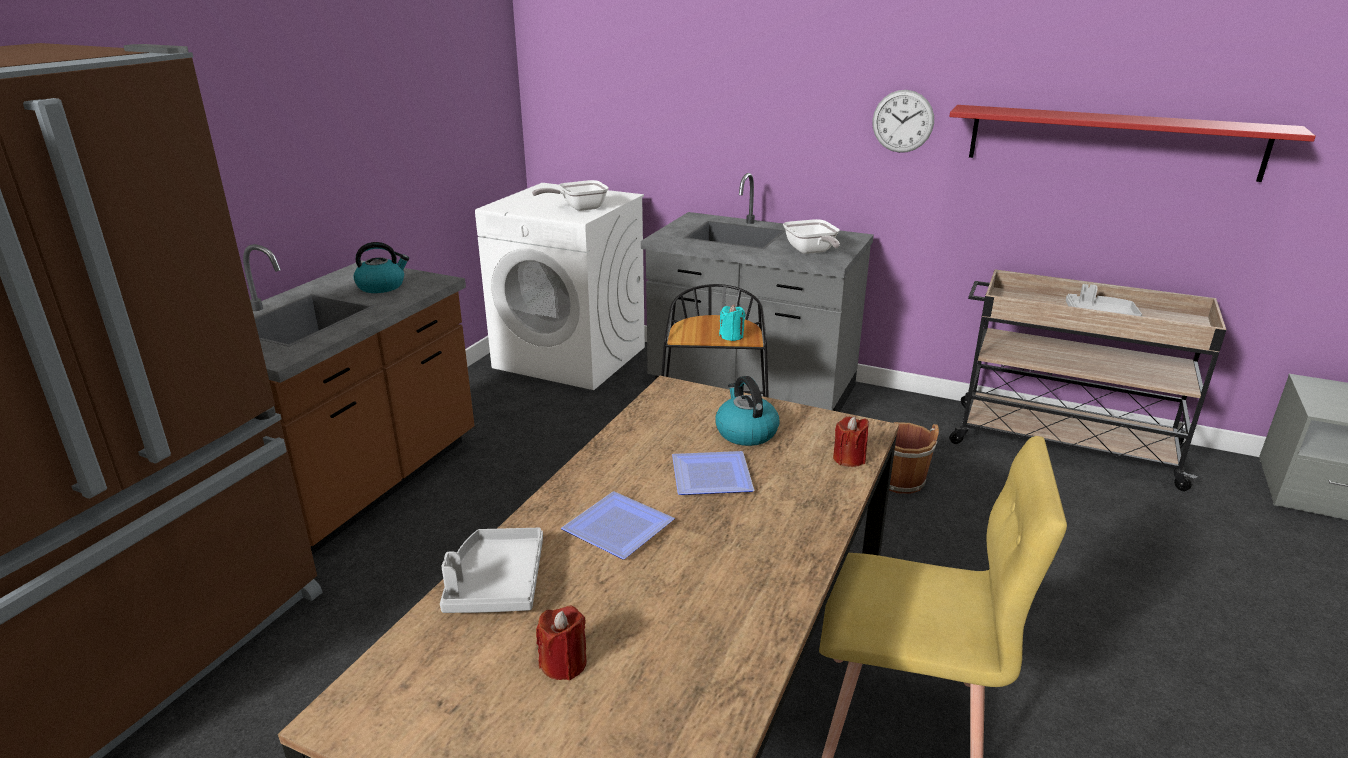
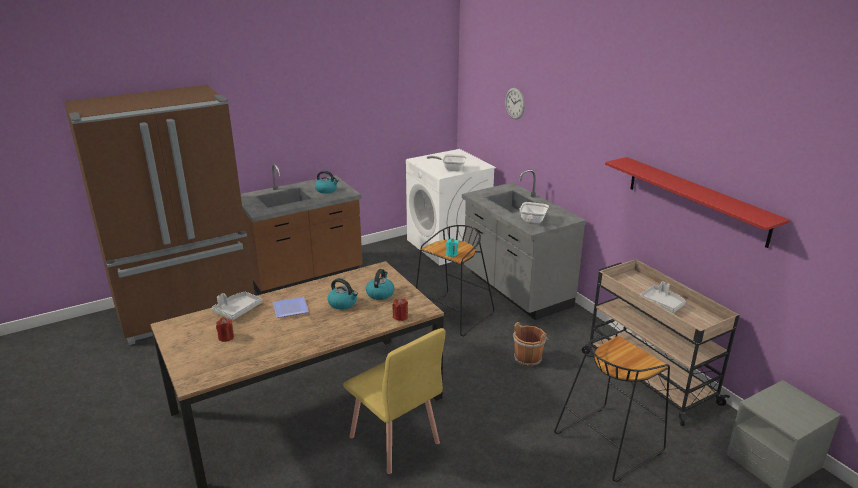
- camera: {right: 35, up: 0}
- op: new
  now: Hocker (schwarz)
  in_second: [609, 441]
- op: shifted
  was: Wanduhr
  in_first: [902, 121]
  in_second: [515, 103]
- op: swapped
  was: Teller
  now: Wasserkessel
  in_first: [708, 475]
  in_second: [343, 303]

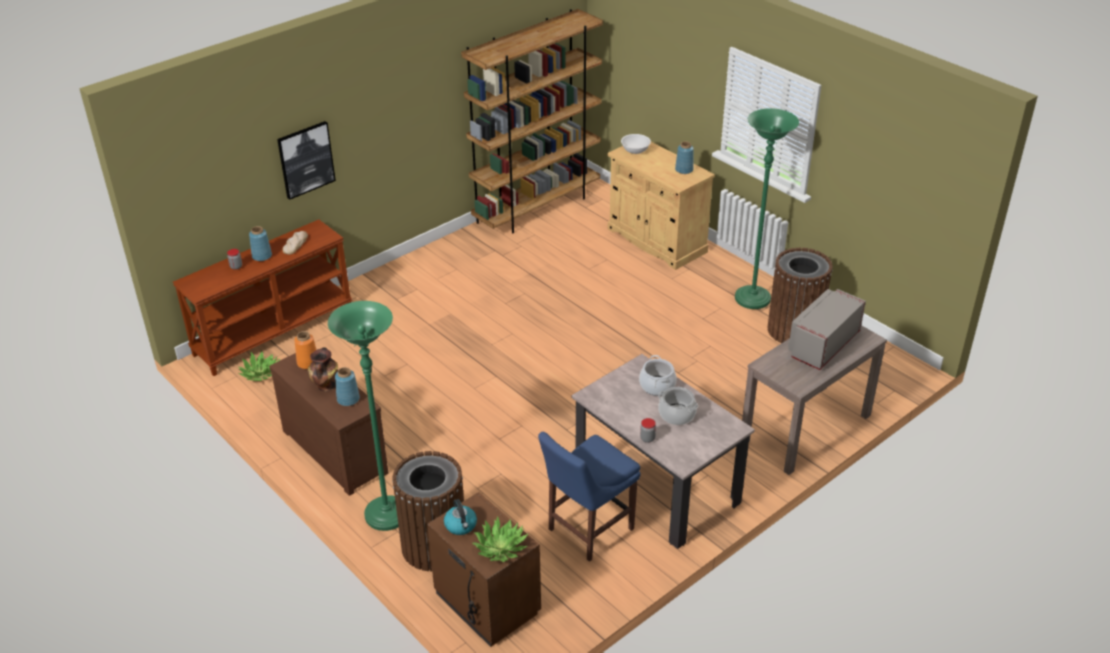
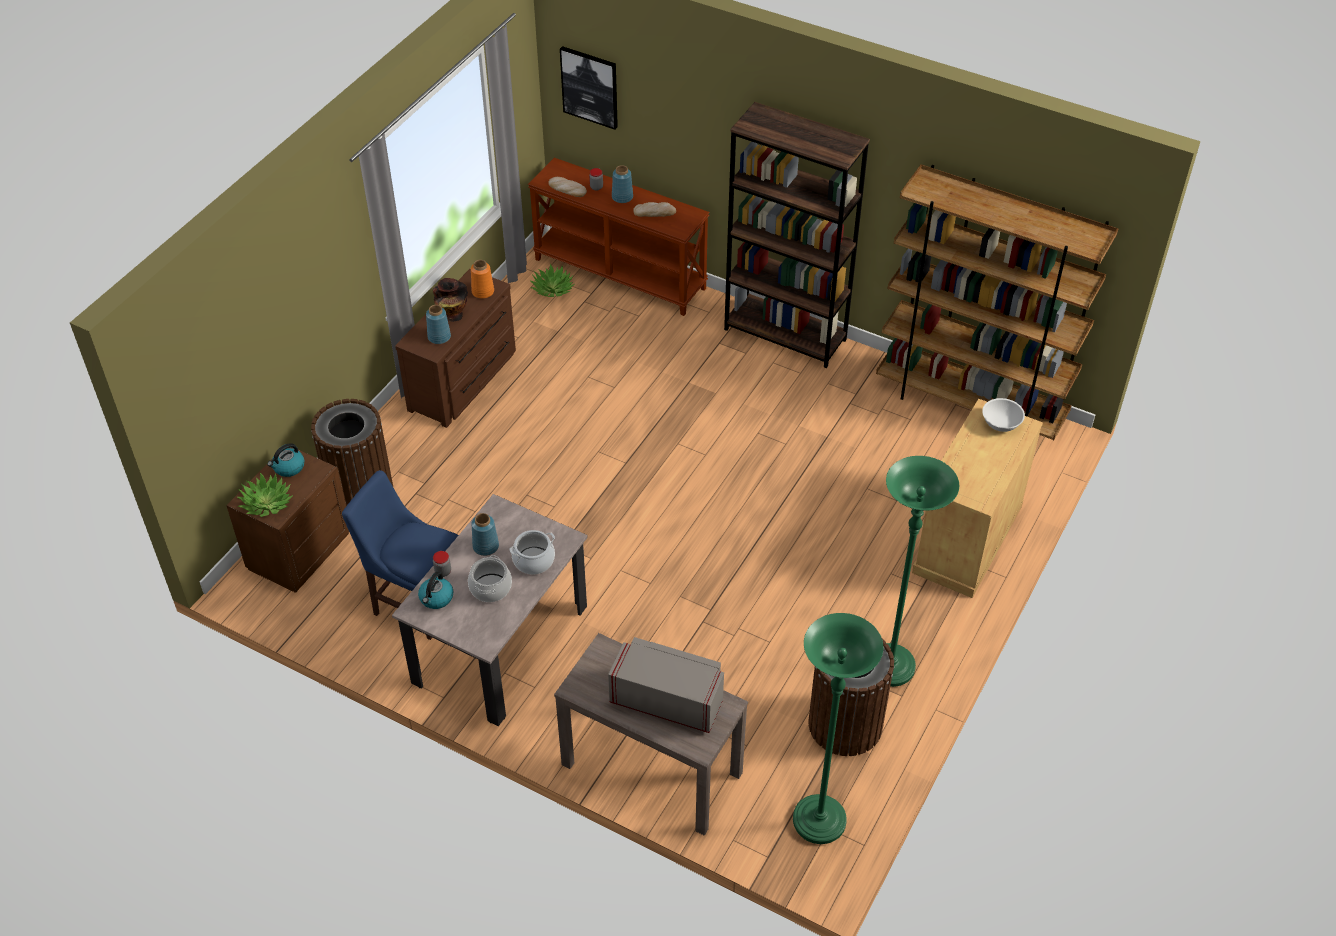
- camera: {right: 70, up: 10}
- op: new
  now: Wasserkessel
  in_second: [436, 598]
- op: new
  now: Brot
  in_second: [567, 189]
- op: new
  now: Bücherregal (braun)
  in_second: [785, 334]
- op: shifted
  was: Bild
  in_first: [306, 159]
  in_second: [590, 87]
- op: shifted
  was: Stehlampe (grün)
  in_first: [386, 515]
  in_second: [819, 821]
- op: shifted
  was: Vase (blau)
  in_first: [684, 170]
  in_second: [485, 546]

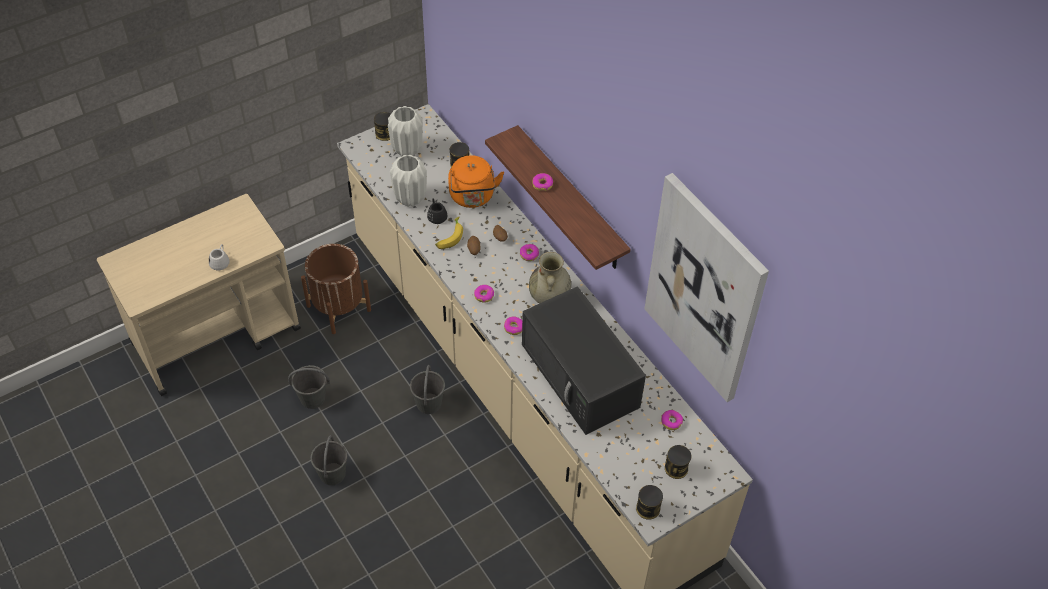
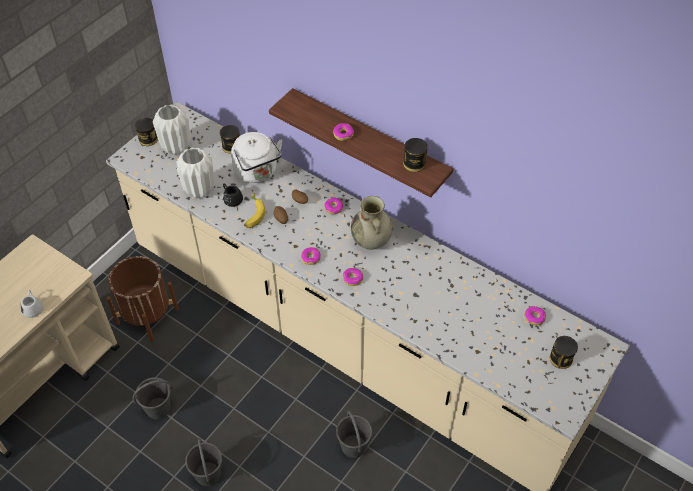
- camera: {right: -20, up: 0}
- op: gone
  was: Mikrowelle (schwarz)
  in_first: [581, 376]
- op: gone
  was: Bild
  in_first: [704, 289]
- op: shifted
  was: Eimer (grau)
  in_first: [428, 404]
  in_second: [354, 446]
- op: shifted
  was: Dose
  in_first: [648, 508]
  in_second: [414, 163]
- op: repainted
  was: Wasserkessel (orange)
  now: Wasserkessel (weiß)
  in_first: [472, 197]
  in_second: [257, 172]

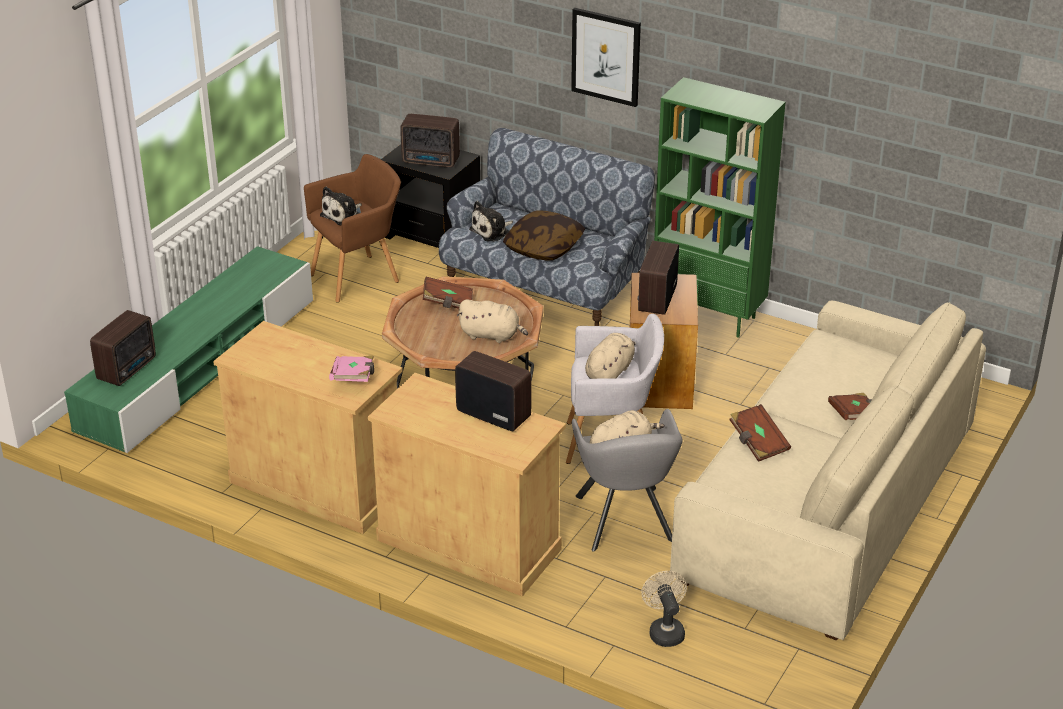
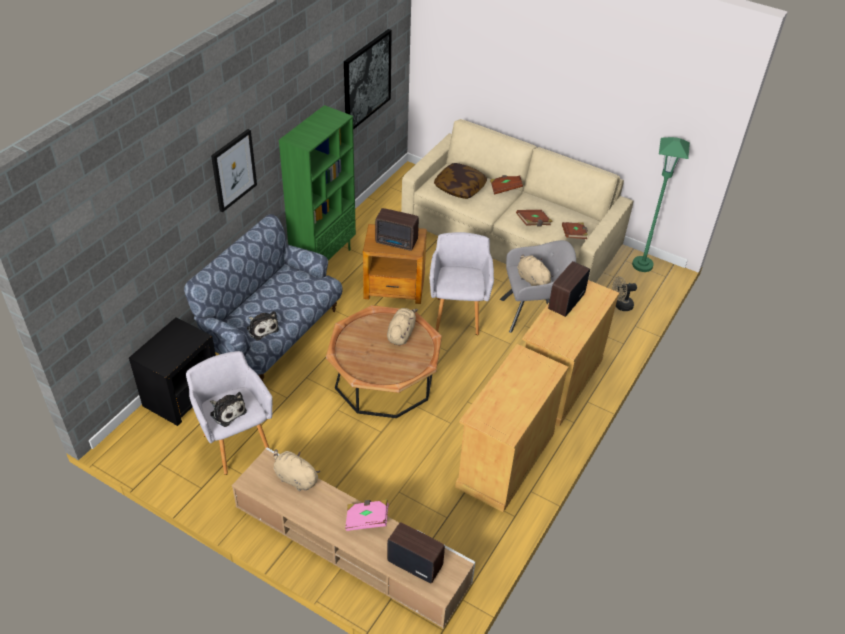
- camera: {right: -90, up: 10}
- op: gone
  was: Radio
  in_first: [432, 161]
- op: new
  now: Bild
  in_second: [366, 80]
- op: new
  now: Stehlampe (grün)
  in_second: [642, 265]
- op: shifted
  was: Buch (rosa)
  in_first: [354, 379]
  in_second: [367, 519]
- op: shifted
  was: Buch (braun)
  in_first: [448, 303]
  in_second: [574, 235]
- op: shifted
  was: Kissen
  in_first: [544, 248]
  in_second: [460, 188]
- op: shifted
  was: Plüschtier (beige)
  in_first: [610, 372]
  in_second: [295, 478]
- op: repainted
  was: Fernsehschrank (grün)
  now: Fernsehschrank (beige)
  in_first: [199, 364]
  in_second: [350, 544]
- op: repainted
  was: Sessel (braun)
  now: Sessel (grau)
  in_first: [358, 277]
  in_second: [236, 441]

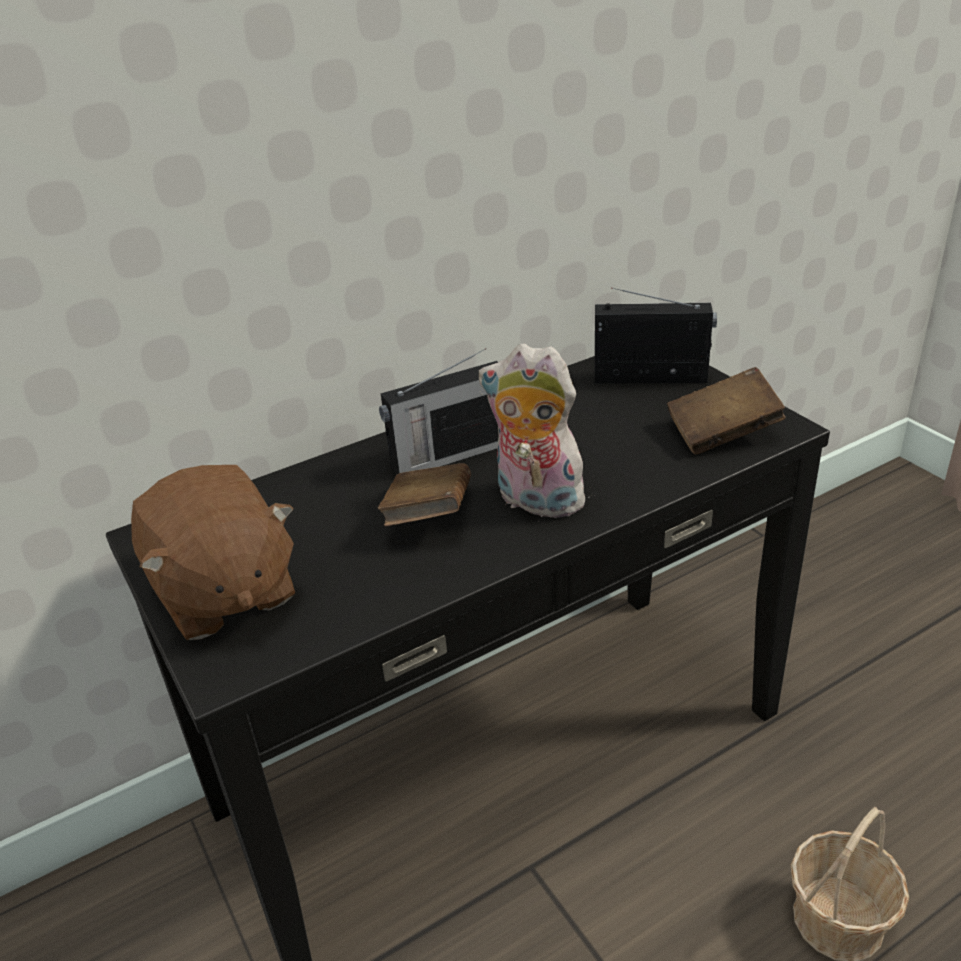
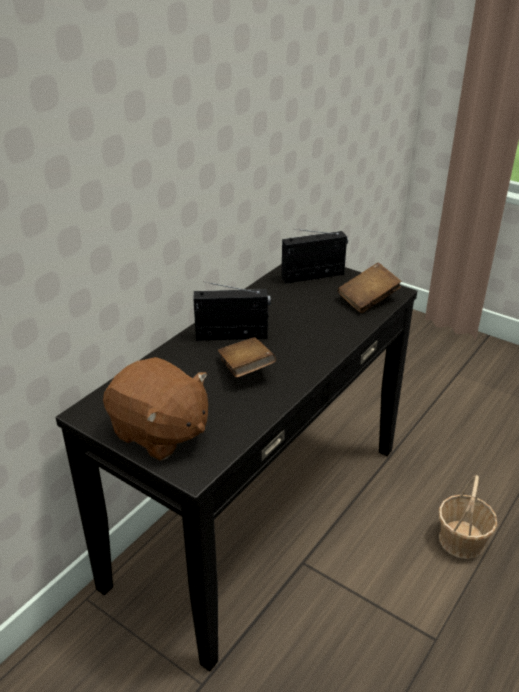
- camera: {right: -25, up: 0}
- op: gone
  was: Plüschtier
  in_first: [535, 502]
- op: rotated
  was: Radio
  in_first: [449, 455]
  in_second: [233, 335]
  clockwise: -135

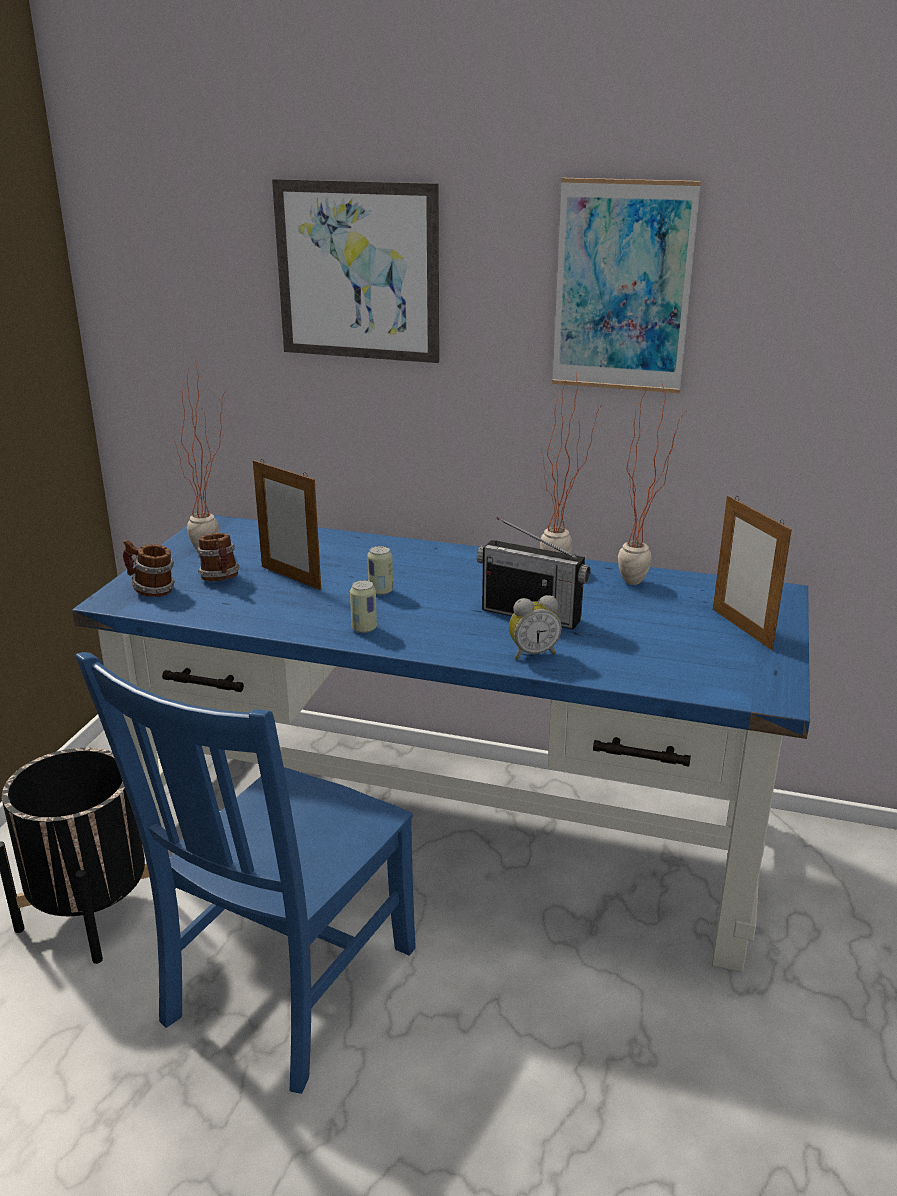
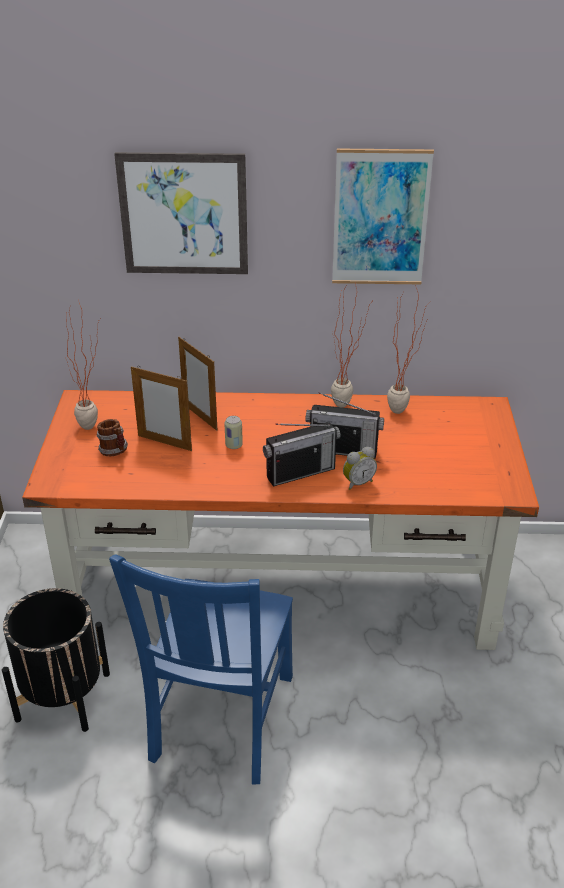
- camera: {right: -15, up: 10}
- op: gone
  was: Henkelbecher
  in_first: [151, 590]
- op: gone
  was: Dose
  in_first: [364, 628]
- op: new
  now: Radio
  in_second: [300, 473]
- op: shifted
  was: Bilderrahmen
  in_first: [741, 628]
  in_second: [200, 417]
- op: repainted
  was: Schreibtisch (blau)
  now: Schreibtisch (orange)
  in_first: [451, 829]
  in_second: [283, 587]

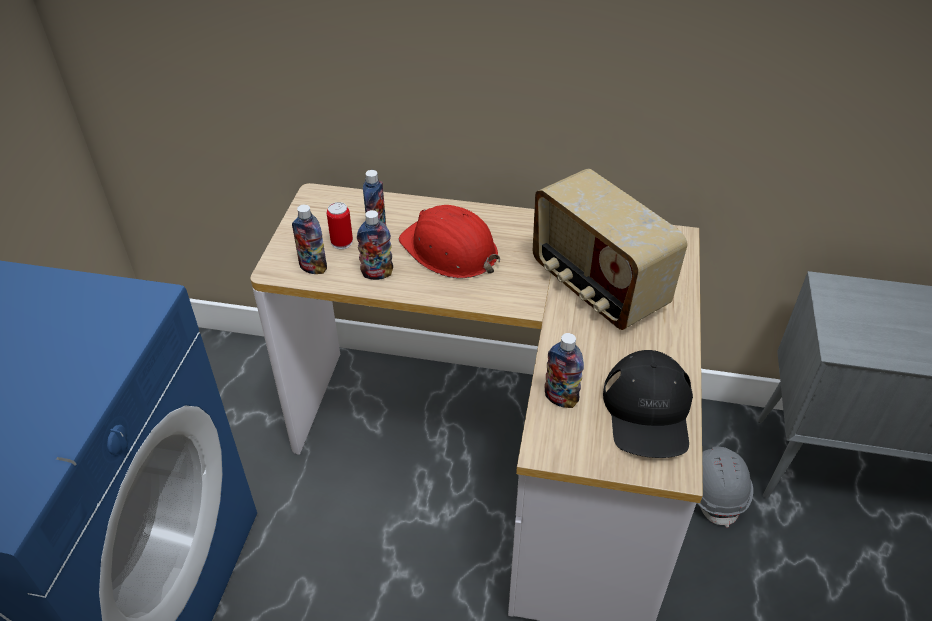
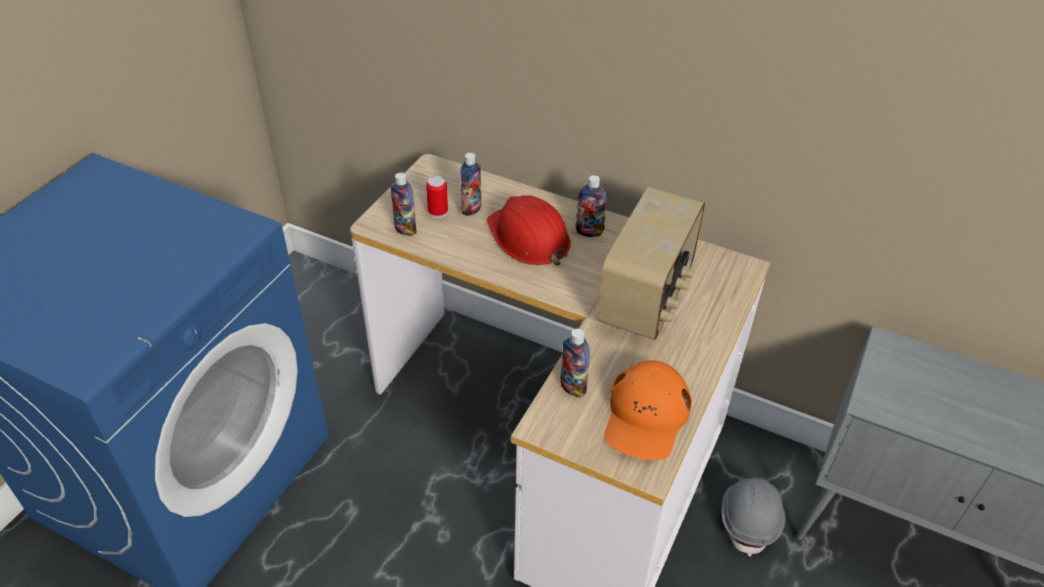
- camera: {right: 15, up: 0}
- op: shifted
  was: Flasche
  in_first: [377, 274]
  in_second: [589, 232]
- op: repainted
  was: Kappe (schwarz)
  now: Kappe (orange)
  in_first: [648, 411]
  in_second: [646, 416]
- op: rotated
  was: Radio
  in_first: [596, 287]
  in_second: [648, 297]
  clockwise: -135

